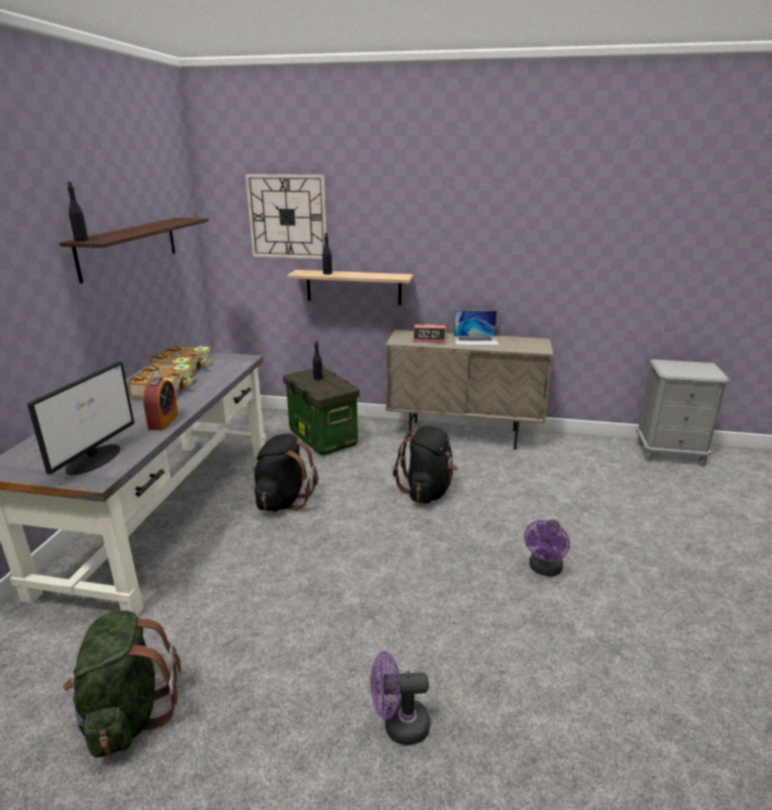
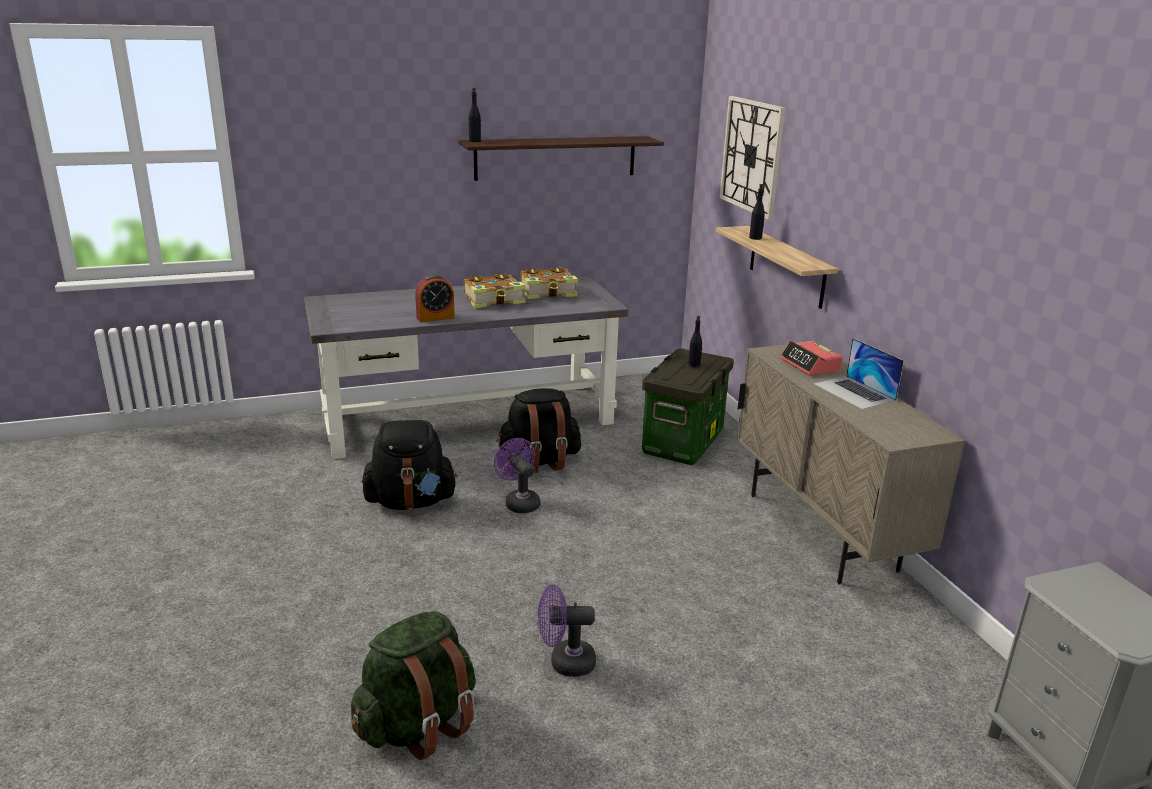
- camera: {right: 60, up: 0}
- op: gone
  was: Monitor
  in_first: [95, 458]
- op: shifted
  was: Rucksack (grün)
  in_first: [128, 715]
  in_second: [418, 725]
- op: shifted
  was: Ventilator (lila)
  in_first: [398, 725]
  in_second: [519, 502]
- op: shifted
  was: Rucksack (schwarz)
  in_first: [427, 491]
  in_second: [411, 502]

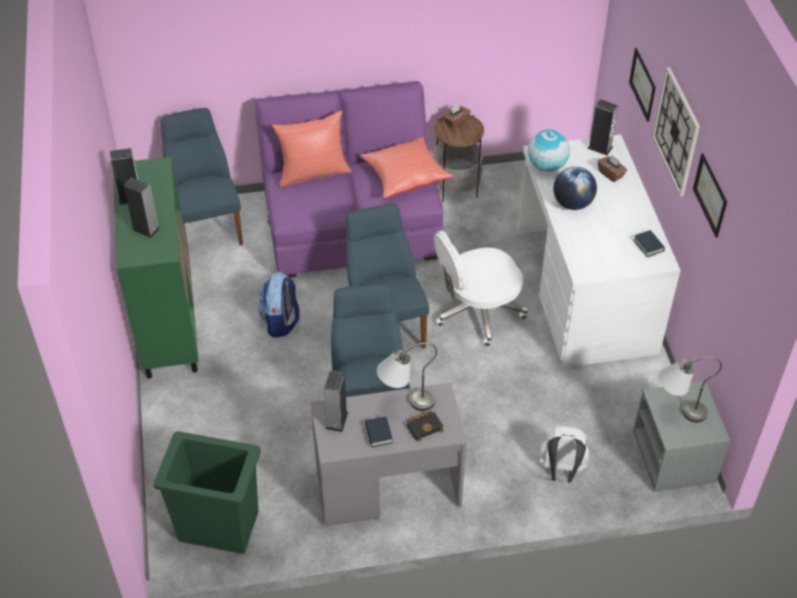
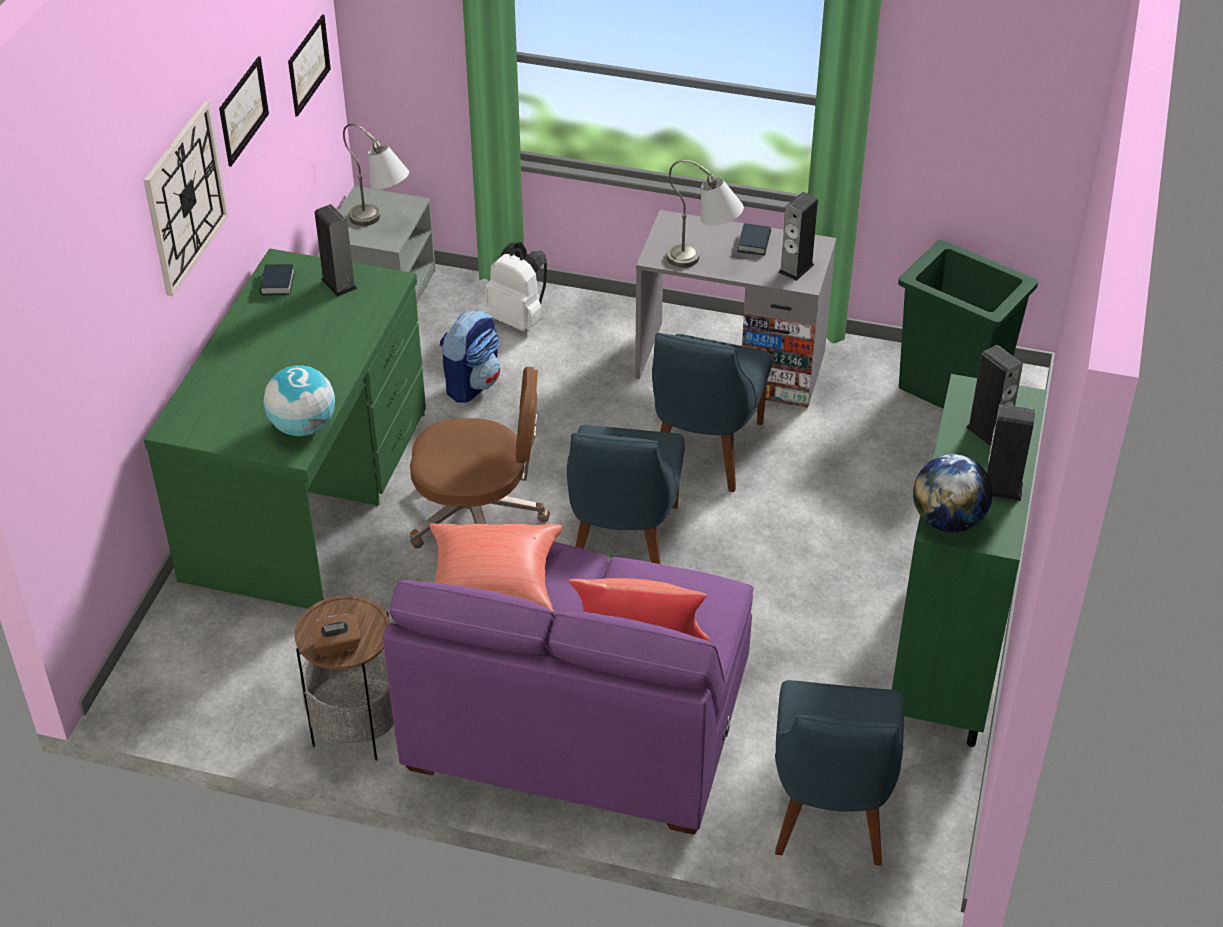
- camera: {right: -155, up: -5}
- op: gone
  was: Buch (schwarz)
  in_first: [425, 426]
- op: gone
  was: Taschentuchbox (braun)
  in_first: [611, 174]
- op: shifted
  was: Rucksack
  in_first: [281, 322]
  in_second: [472, 384]
- op: shifted
  was: Globus
  in_first: [572, 203]
  in_second: [948, 521]
- op: shifted
  was: Lautsprecher
  in_first: [600, 147]
  in_second: [339, 284]
- op: shifted
  was: Bild
  in_first: [642, 84]
  in_second: [308, 65]
- op: repainted
  was: Bürostuhl (weiß)
  now: Bürostuhl (braun)
  in_first: [477, 312]
  in_second: [479, 517]
- op: repainted
  was: Schreibtisch (weiß)
  now: Schreibtisch (grün)
  in_first: [584, 291]
  in_second: [309, 494]

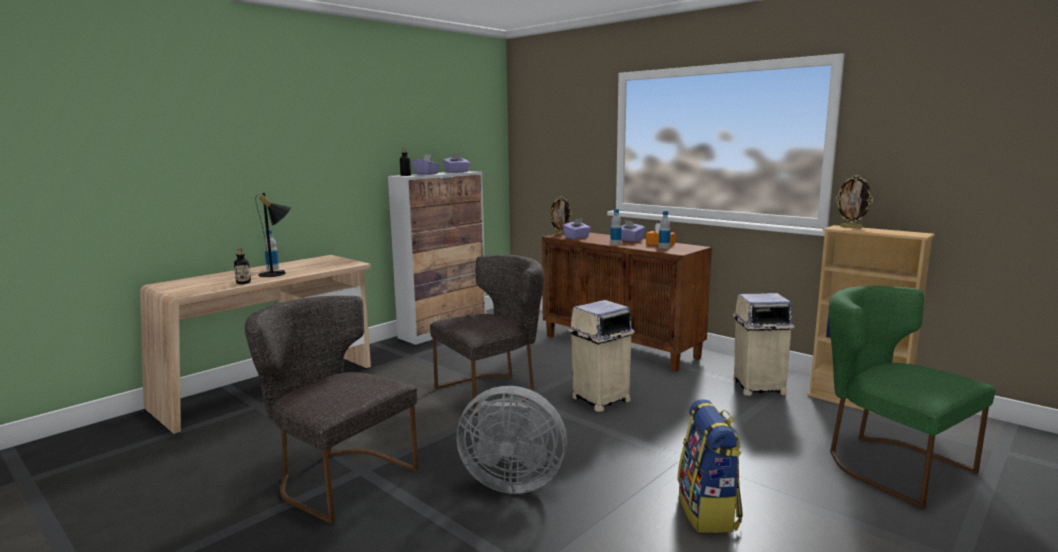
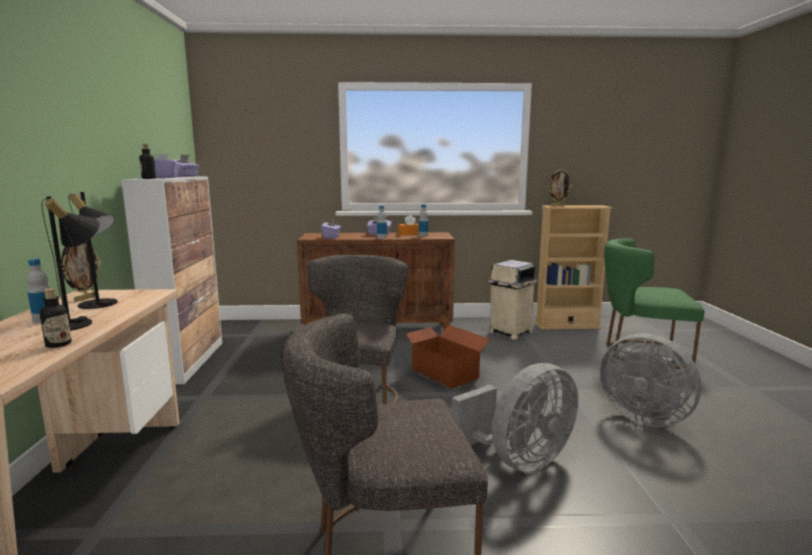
- camera: {right: -45, up: 0}
- op: new
  now: Tischlampe (schwarz)
  in_second: [101, 305]
- op: shifted
  was: Bilderrahmen
  in_first: [560, 234]
  in_second: [85, 299]
- op: swapped
  was: Mülleimer (beige)
  now: Karton
  in_first: [599, 399]
  in_second: [445, 373]
- op: swapped
  was: Rucksack
  now: Ventilator (grau)
  in_first: [709, 511]
  in_second: [643, 416]

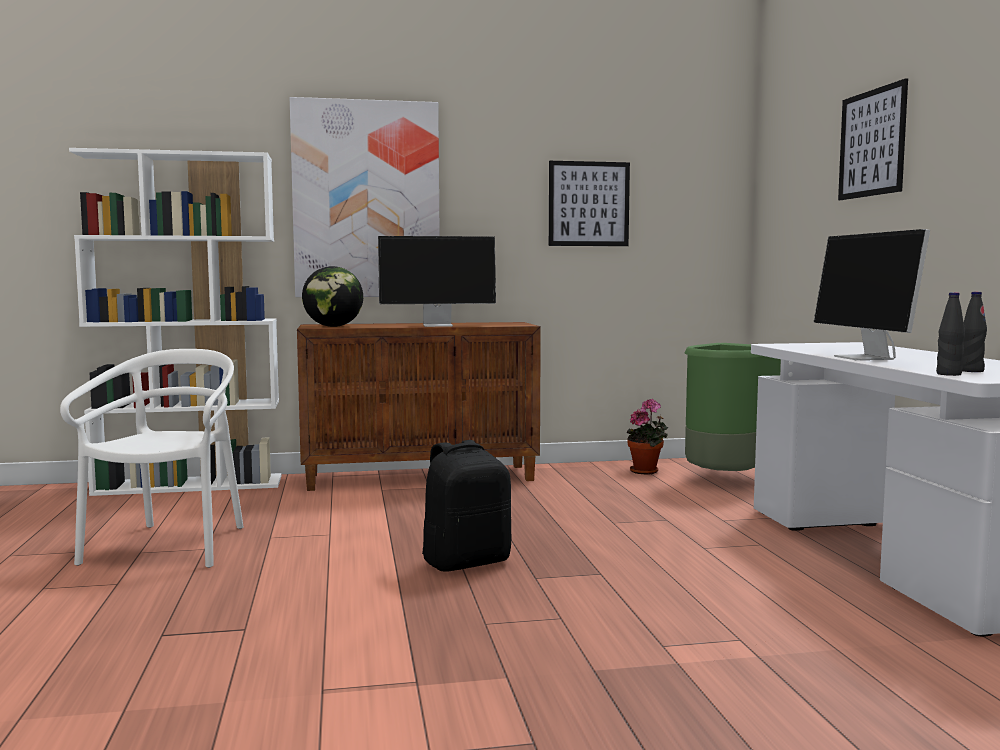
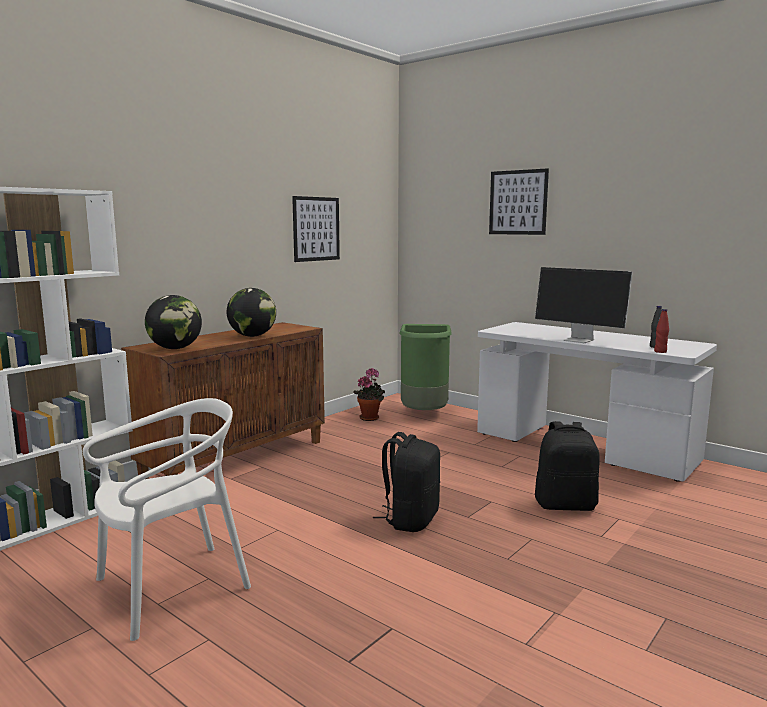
- camera: {right: -40, up: 5}
- op: gone
  was: Bild
  in_first: [366, 200]
- op: new
  now: Rucksack (schwarz)
  in_second: [565, 505]
- op: swapped
  was: Monitor
  now: Globus
  in_first: [439, 325]
  in_second: [252, 336]
- op: repainted
  was: Flasche (schwarz)
  now: Flasche (rot)
  in_first: [949, 374]
  in_second: [660, 351]
- op: rotated
  was: Stuhl (weiß)
  in_first: [170, 546]
  in_second: [172, 587]
  clockwise: 90

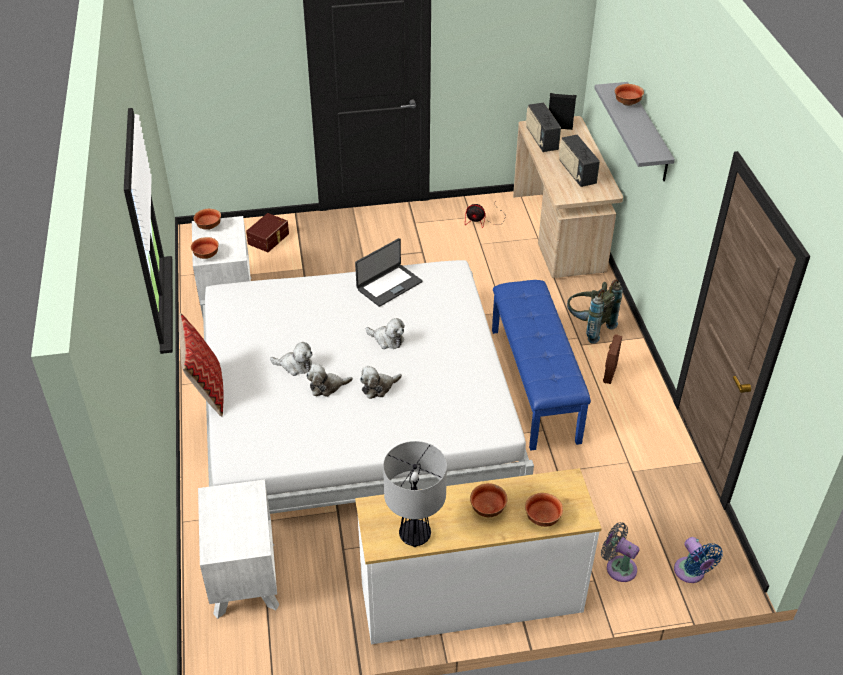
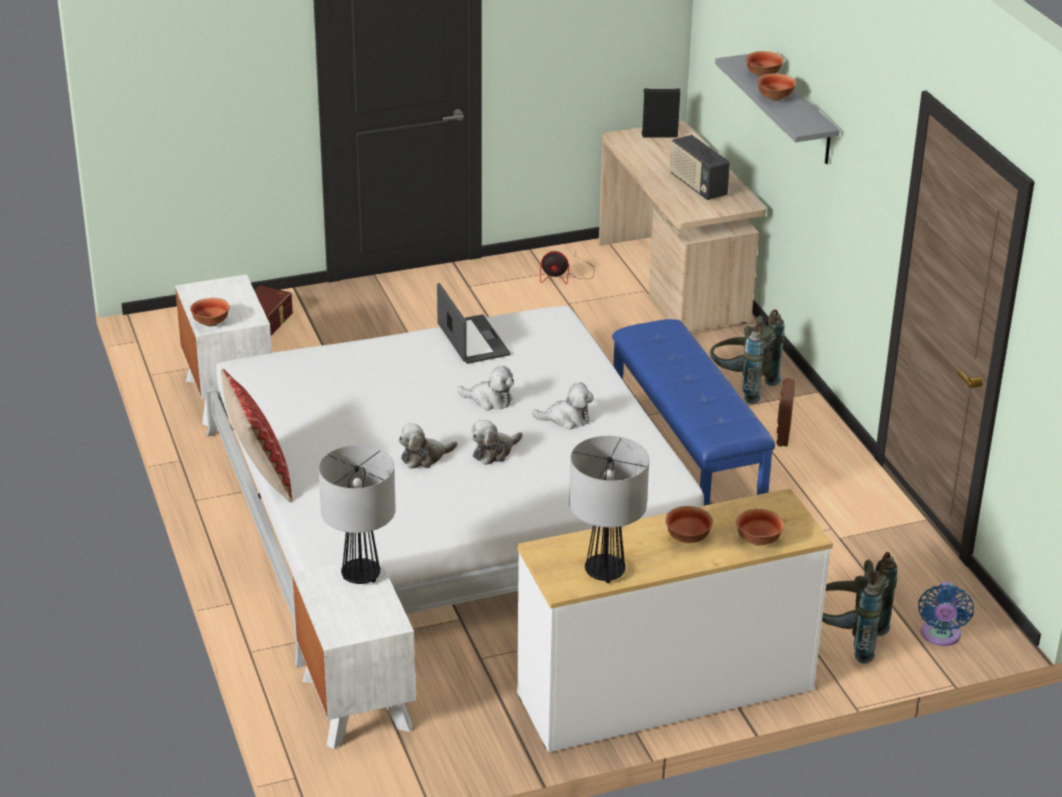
- camera: {right: -10, up: -10}
- op: gone
  was: Radio
  in_first: [541, 139]
- op: new
  now: Tischlampe
  in_second: [360, 575]
- op: shifted
  was: Schüssel
  in_first: [209, 227]
  in_second: [775, 98]
- op: shifted
  was: Plüschtier
  in_first: [295, 366]
  in_second: [566, 419]
- op: swapped
  was: Ventilator (grau)
  now: Rucksack (grau)
  in_first: [618, 567]
  in_second: [846, 639]
- op: rotated
  was: Laptop
  in_first: [389, 285]
  in_second: [472, 340]
  clockwise: -60
- op: rotated
  was: Ventilator (blau)
  in_first: [691, 573]
  in_second: [940, 636]
  clockwise: 45

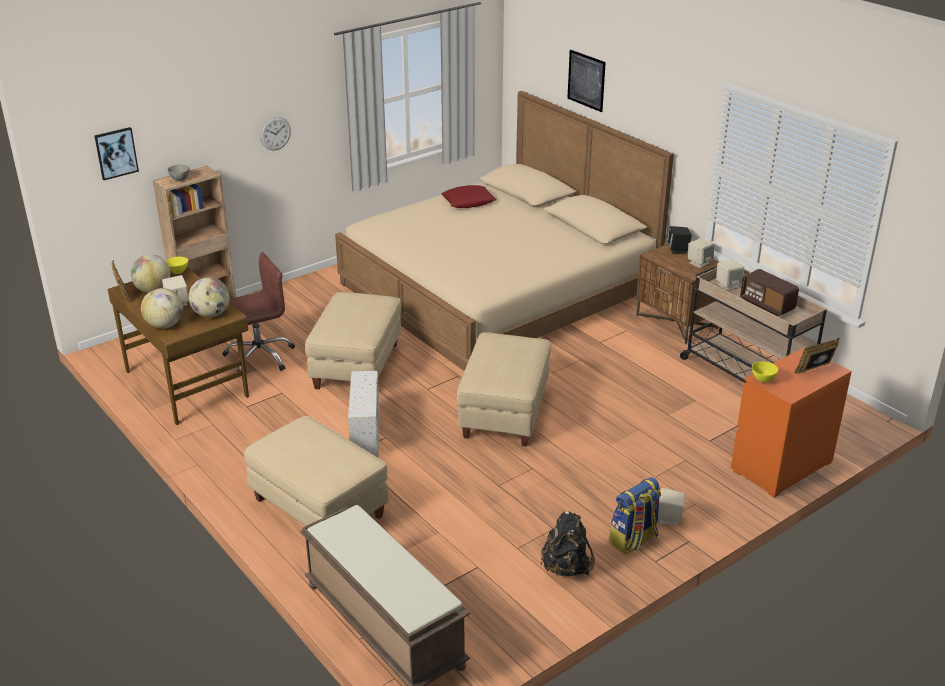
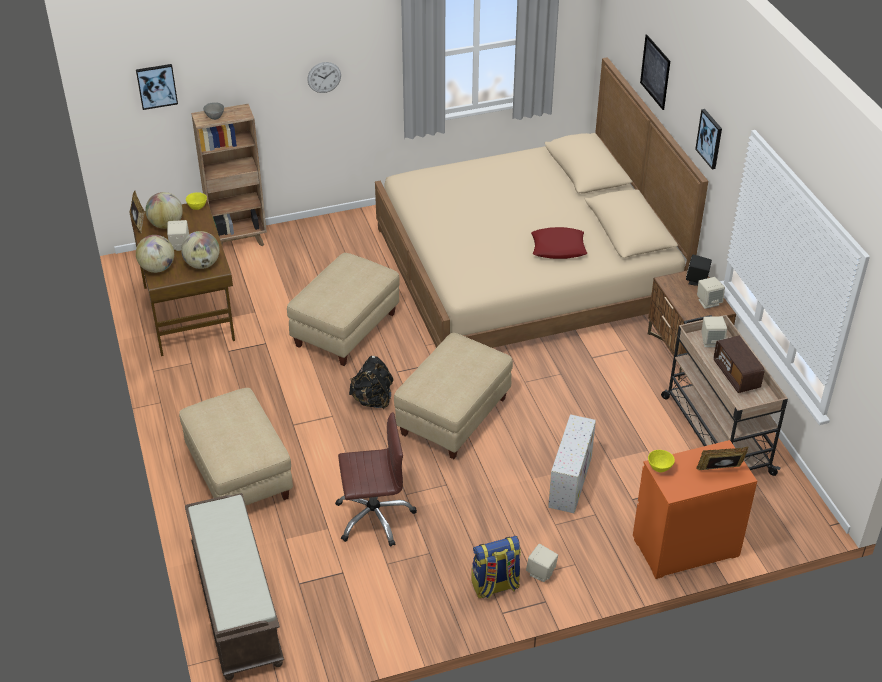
- camera: {right: 20, up: 10}
- op: new
  now: Bild
  in_second: [710, 138]
- op: shifted
  was: Bürostuhl (braun)
  in_first: [259, 356]
  in_second: [374, 516]
- op: shifted
  was: Aufbewahrungsbox (weiß)
  in_first: [365, 435]
  in_second: [570, 480]
- op: shifted
  was: Kissen (rot)
  in_first: [468, 201]
  in_second: [558, 248]
- op: shifted
  was: Rucksack (schwarz)
  in_first: [566, 567]
  in_second: [372, 400]

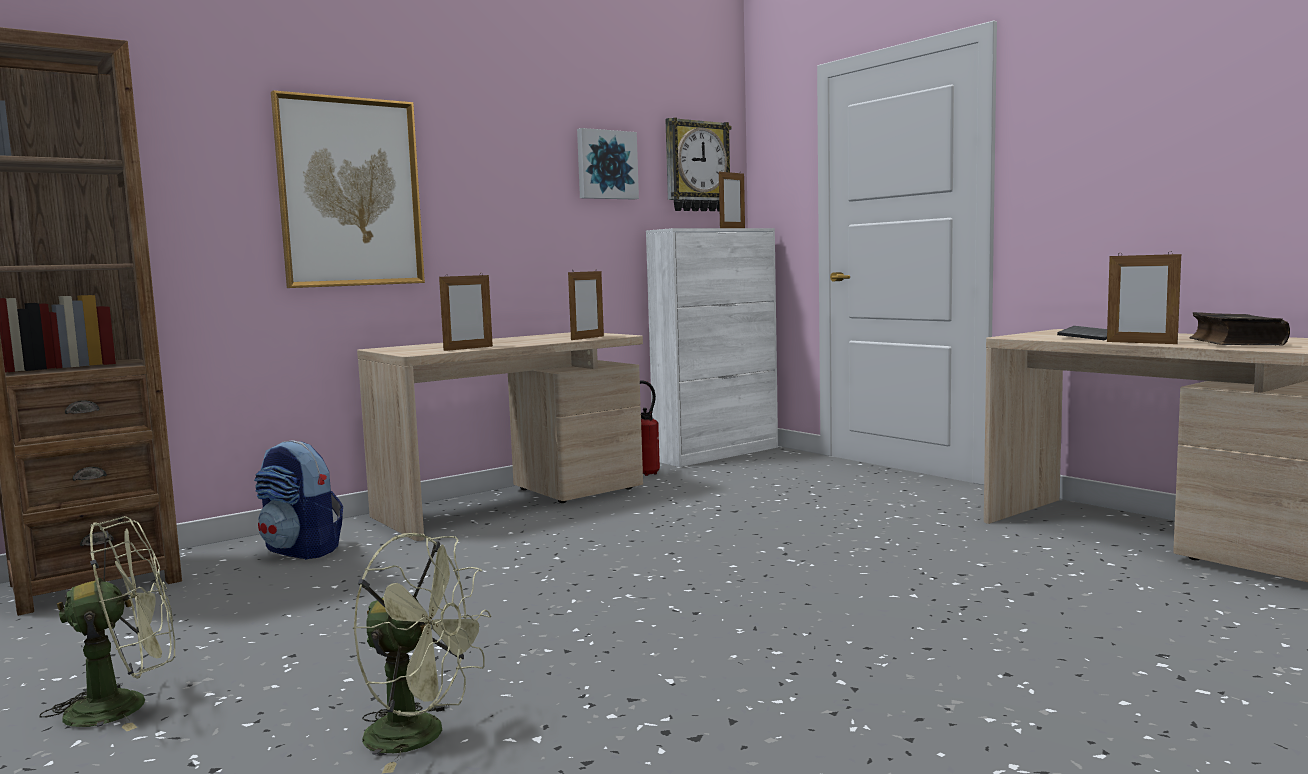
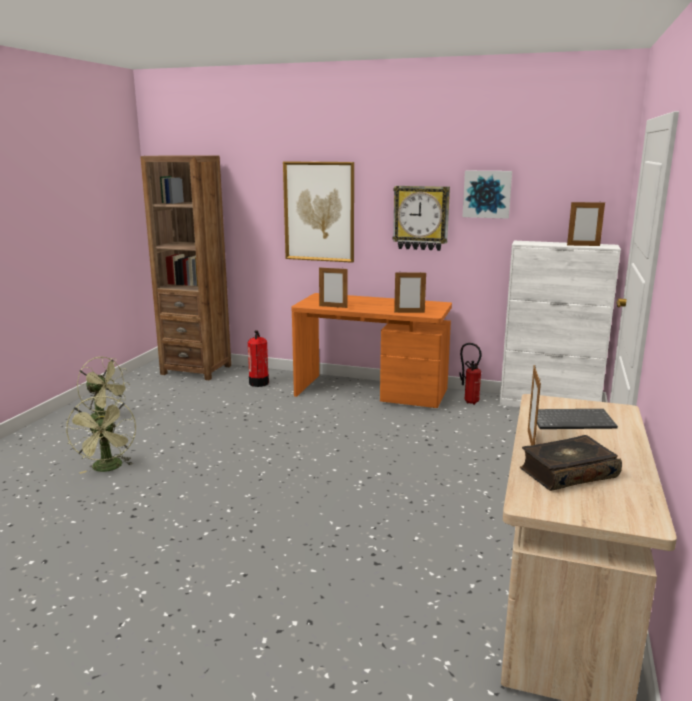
- camera: {right: 55, up: 10}
- op: shifted
  was: Wanduhr
  in_first: [696, 166]
  in_second: [421, 218]
- op: swapped
  was: Rucksack
  now: Feuerlöscher
  in_first: [302, 551]
  in_second: [259, 383]
- op: repainted
  was: Schreibtisch (beige)
  now: Schreibtisch (orange)
  in_first: [512, 503]
  in_second: [371, 392]

